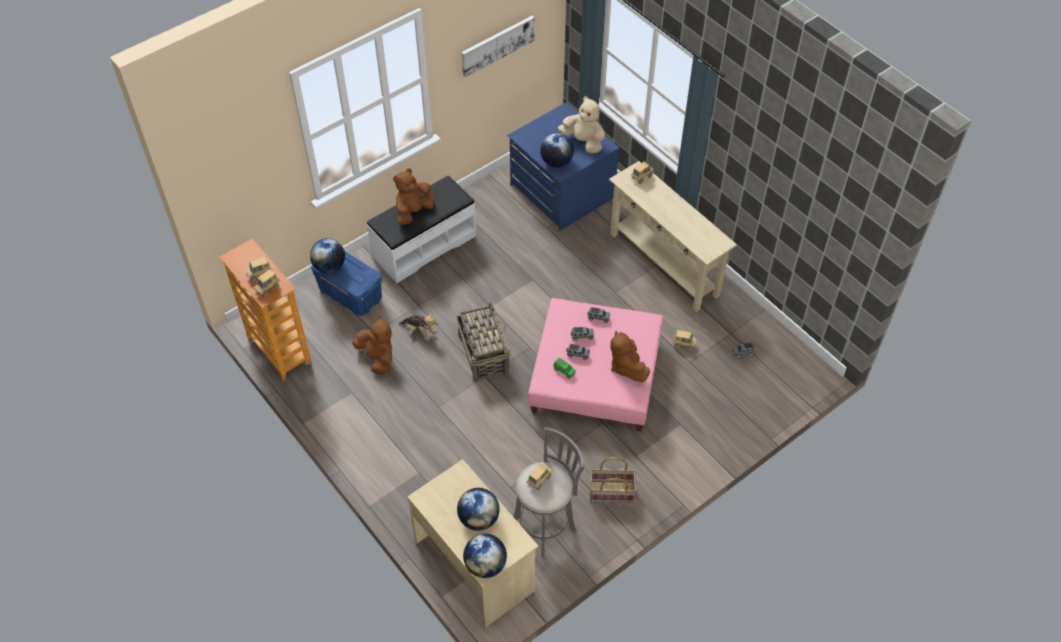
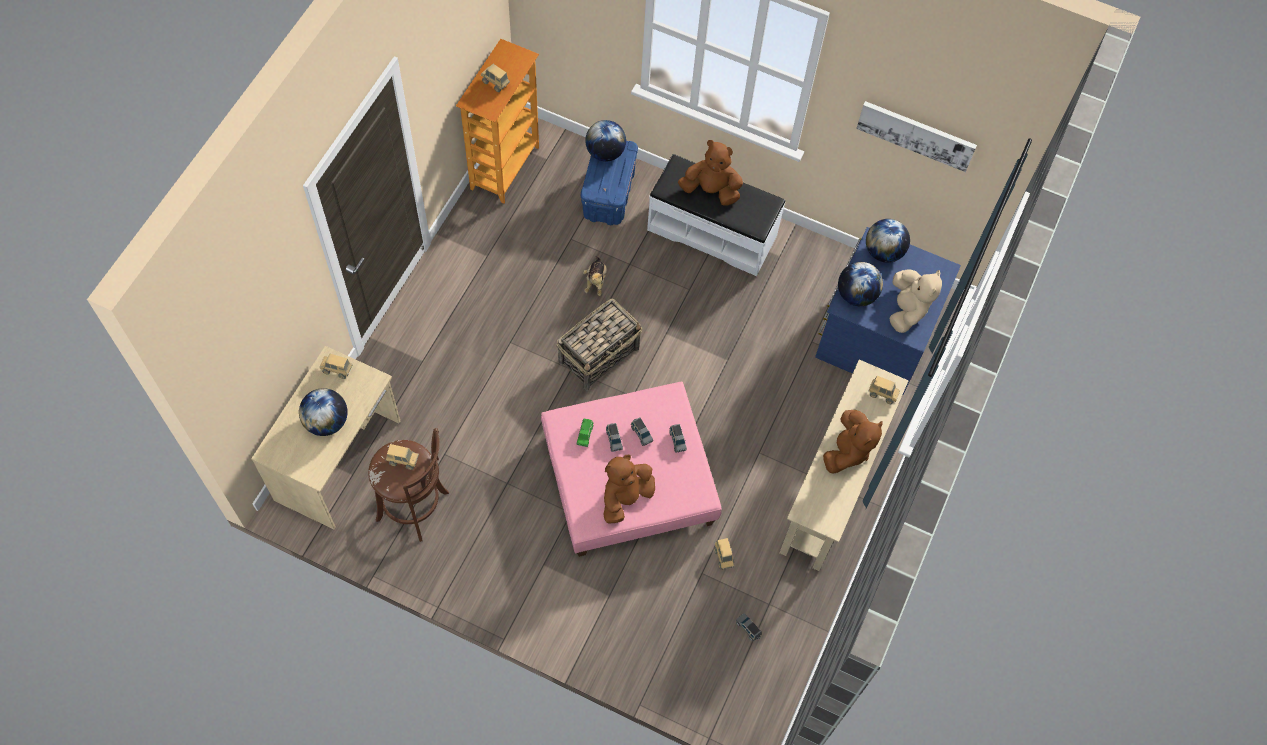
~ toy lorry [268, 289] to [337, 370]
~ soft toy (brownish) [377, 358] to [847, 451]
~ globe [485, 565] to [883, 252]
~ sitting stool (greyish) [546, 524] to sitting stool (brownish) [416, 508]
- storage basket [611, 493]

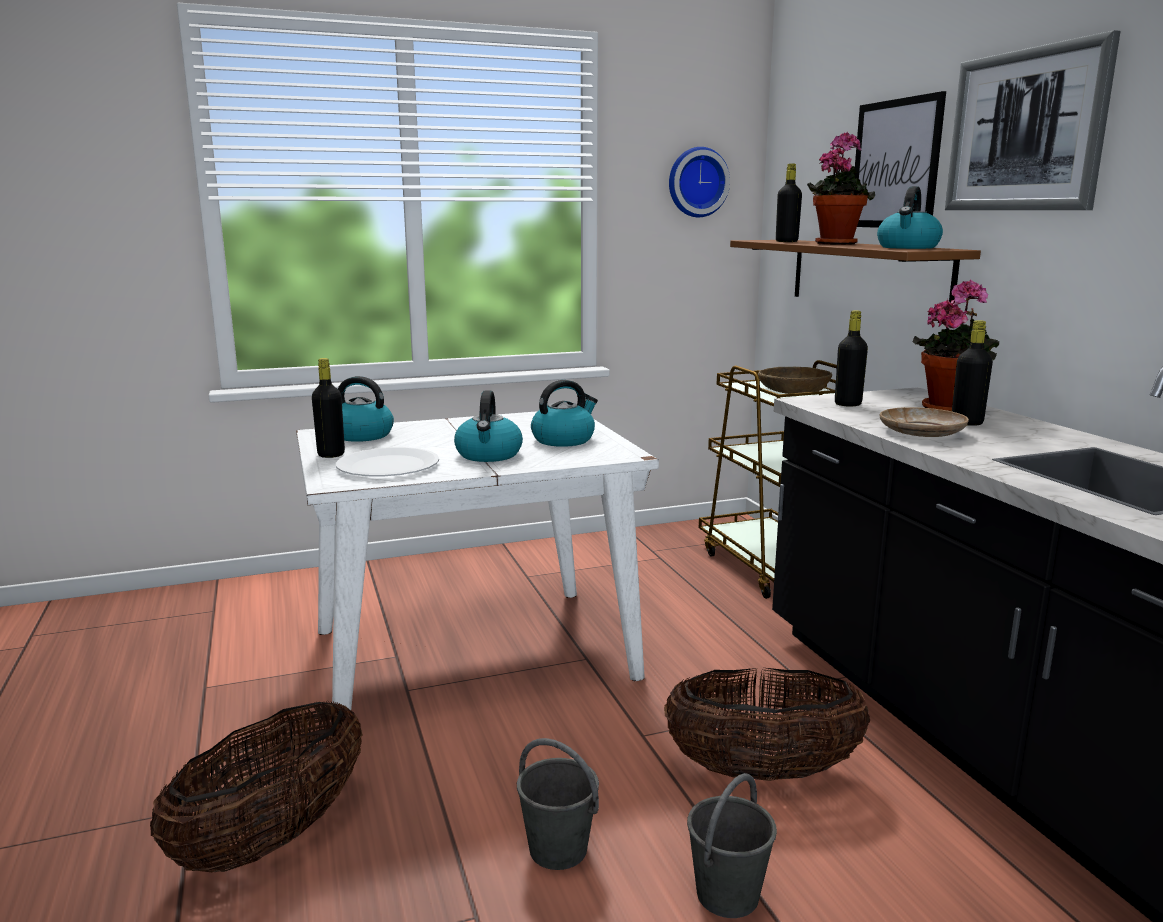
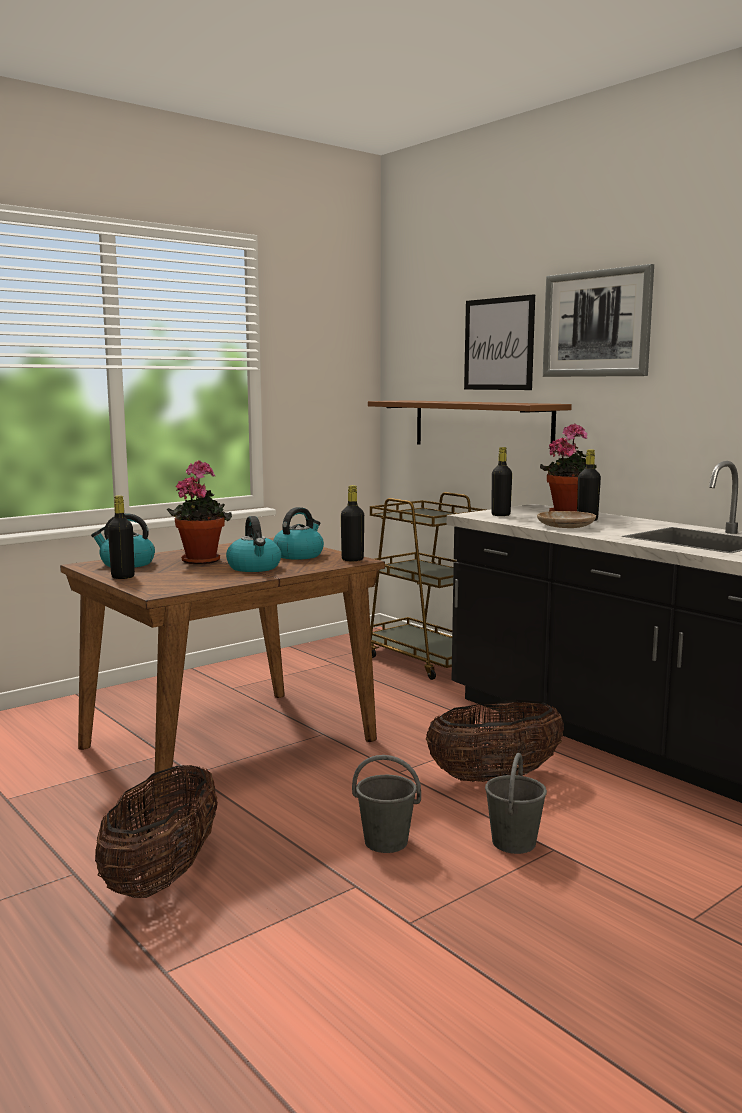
~ kitchen table (whitish) [475, 653] to kitchen table (brownish) [231, 743]
- dinner plate (whitish) [387, 466]
- clock on the wall [696, 182]
- deep dish (brownish) [793, 390]
~ bottle (black-coloured) [786, 241] to [352, 560]
~ potted plant [836, 244] to [201, 560]
- water kettle [908, 247]

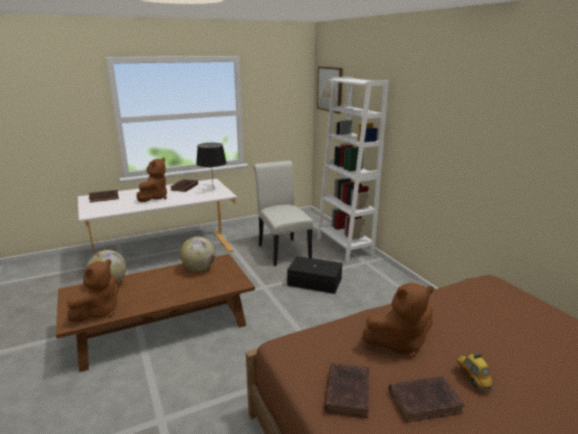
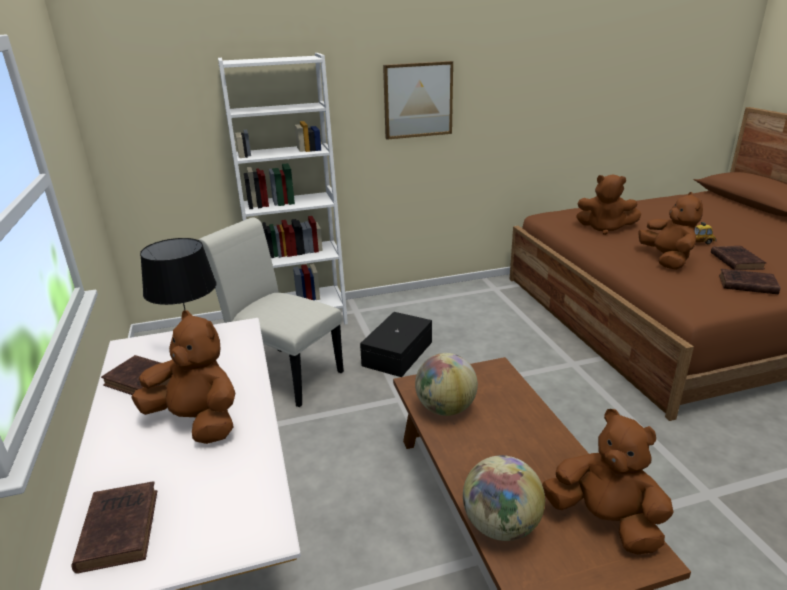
~ chair (whitish) [282, 250] = [283, 374] 45 degrees clockwise
~ wall art [330, 89] to [418, 100]
+ soft toy (brownish) [604, 228]

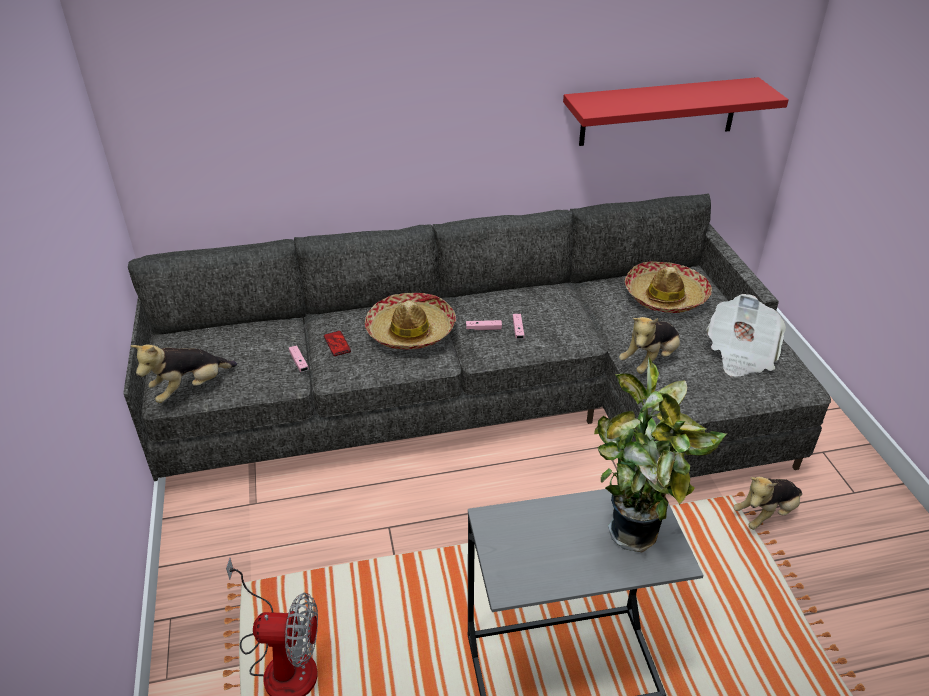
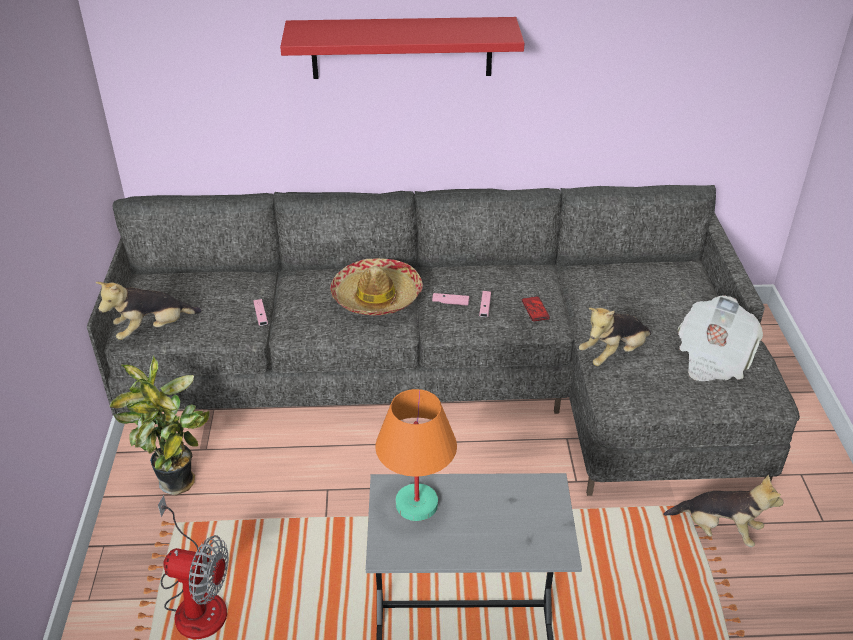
~ phone [337, 344] to [535, 309]
~ bracket shelf (red-coloured) [659, 112] to [402, 48]
~ potted plant [639, 536] to [179, 485]
- wearable hat [665, 296]
~ soft toy [766, 514] = [719, 530] 135 degrees counterclockwise
+ lamp for a table (orangey) [415, 504]

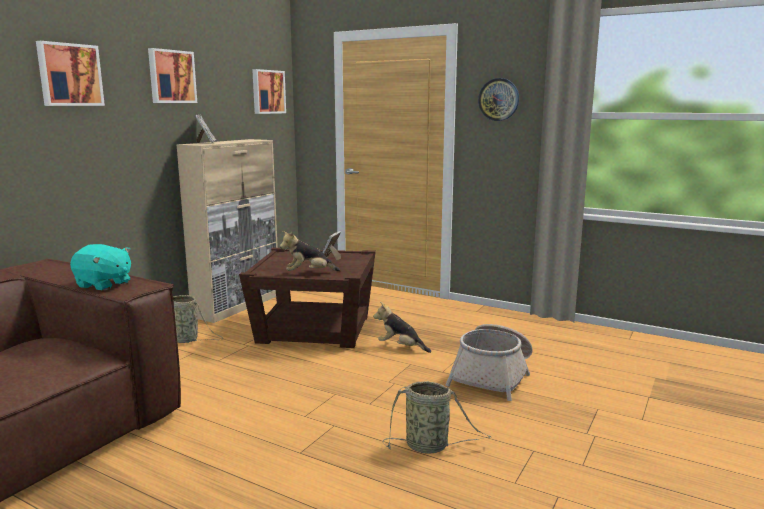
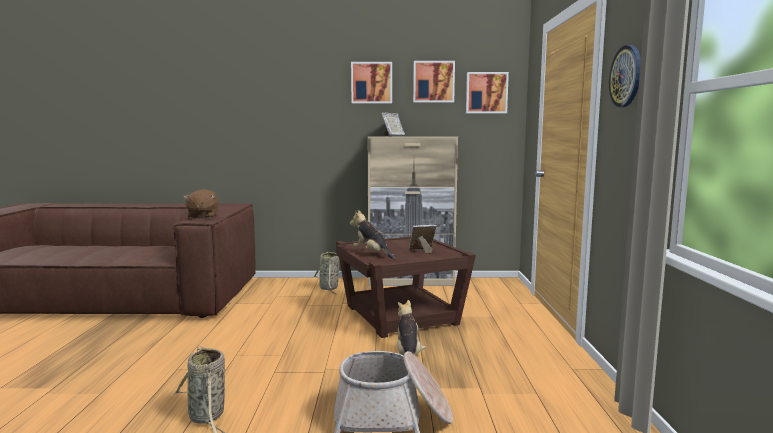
~ wall art [69, 75] to [433, 82]
~ soft toy (turquoise) [104, 284] to soft toy (brownish) [202, 216]

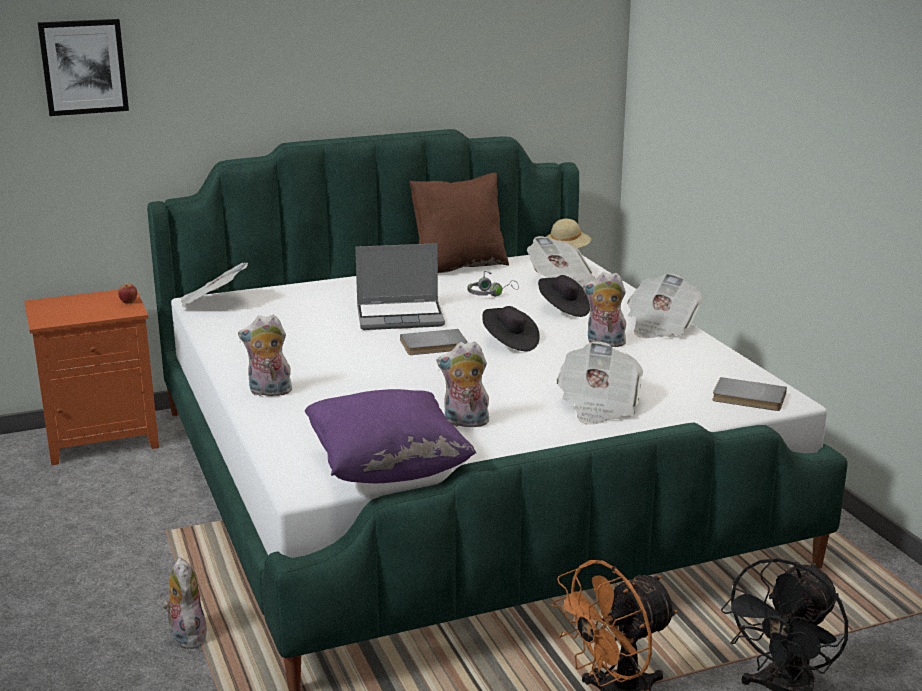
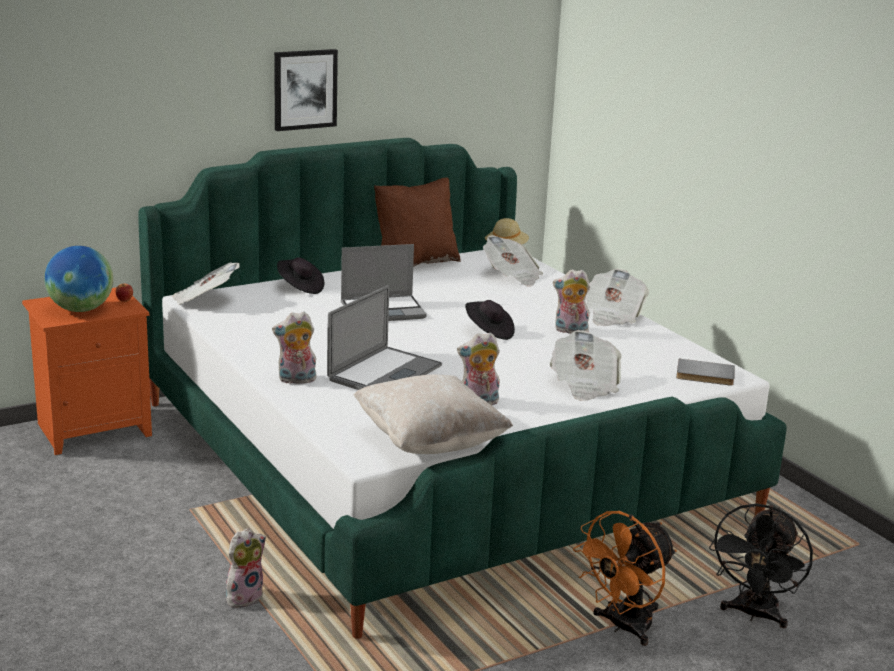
~ wall art [83, 67] to [305, 89]
~ soft toy [186, 636] = [244, 596] 75 degrees clockwise
~ pillow (purple-coloured) [387, 469] to pillow (beige) [429, 442]
- book (greyish) [434, 346]
- headset (greyish) [490, 294]
~ wearable hat (black-coloured) [563, 309] to [300, 288]
+ globe [80, 309]
+ notebook computer [385, 373]

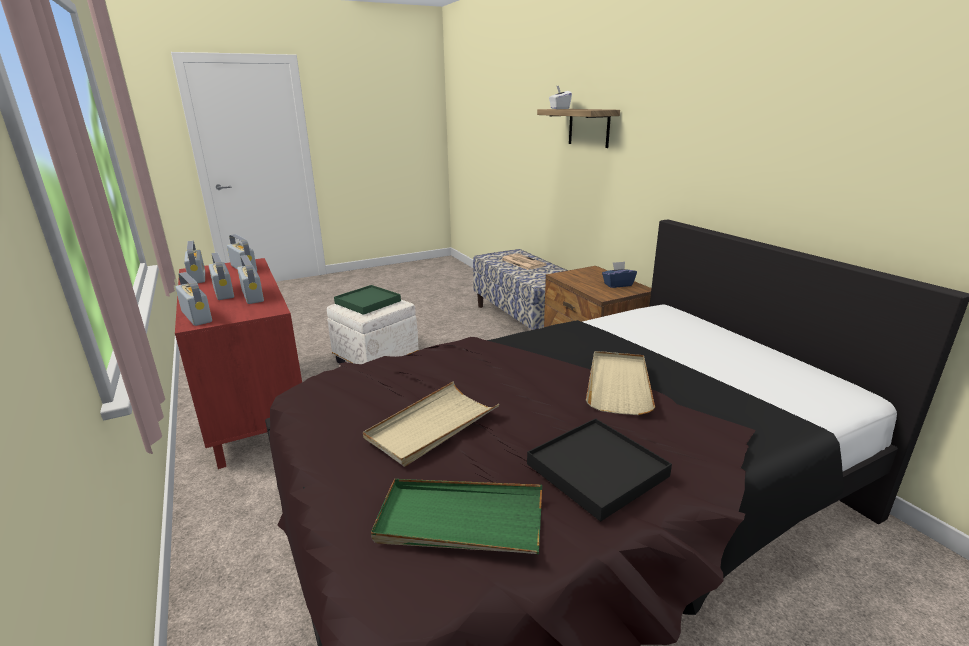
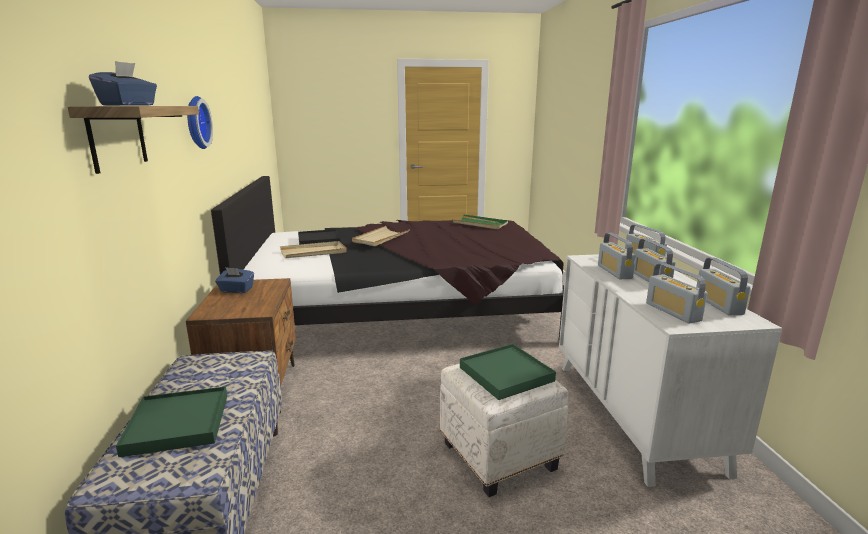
~ dresser (red-coloured) [254, 407] to dresser (whitish) [634, 414]
~ serving tray (beige) [432, 426] to [314, 252]
~ daily paper [522, 262] to serving tray (green) [178, 424]
~ serving tray (black-coloured) [597, 470] to [319, 240]
~ tissue holder (whitish) [559, 108] to tissue holder (bluish) [129, 105]
+ clock on the wall [195, 122]

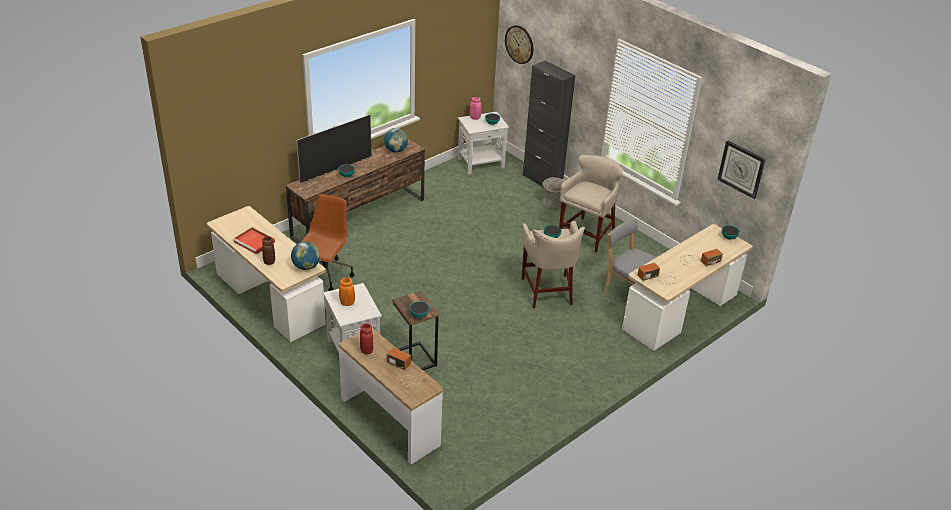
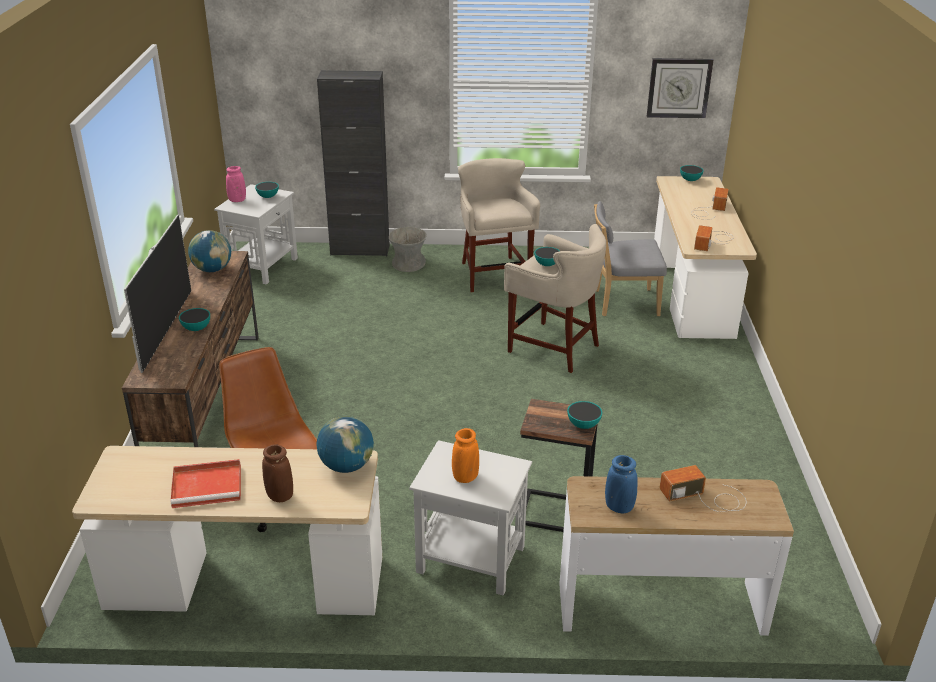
~ decorative vase (red-coloured) [366, 350] to decorative vase (bluish) [619, 507]
- clock on the wall [519, 44]

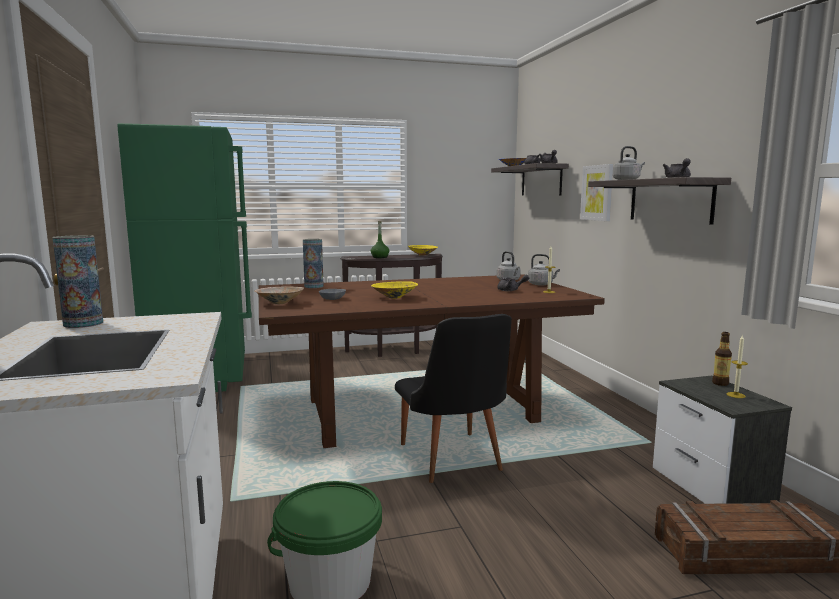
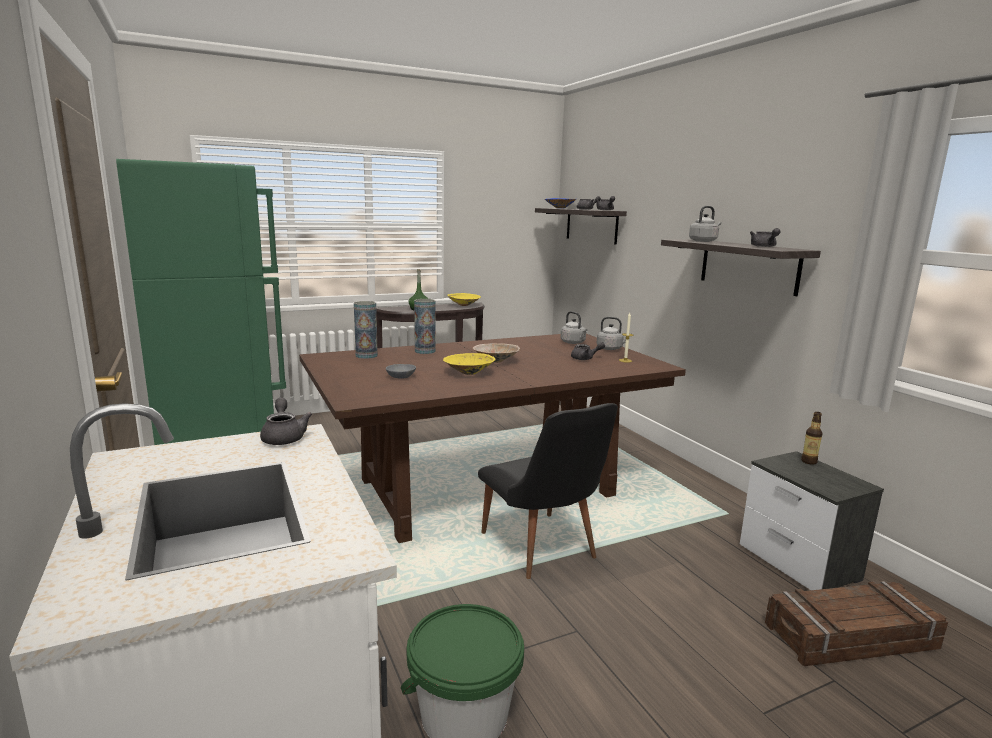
~ decorative vase [83, 324] to [425, 351]
~ deep dish (beige) [280, 303] to [495, 360]
- wall art [597, 193]
- wax light [735, 395]
+ tea pot (greyish) [284, 437]

